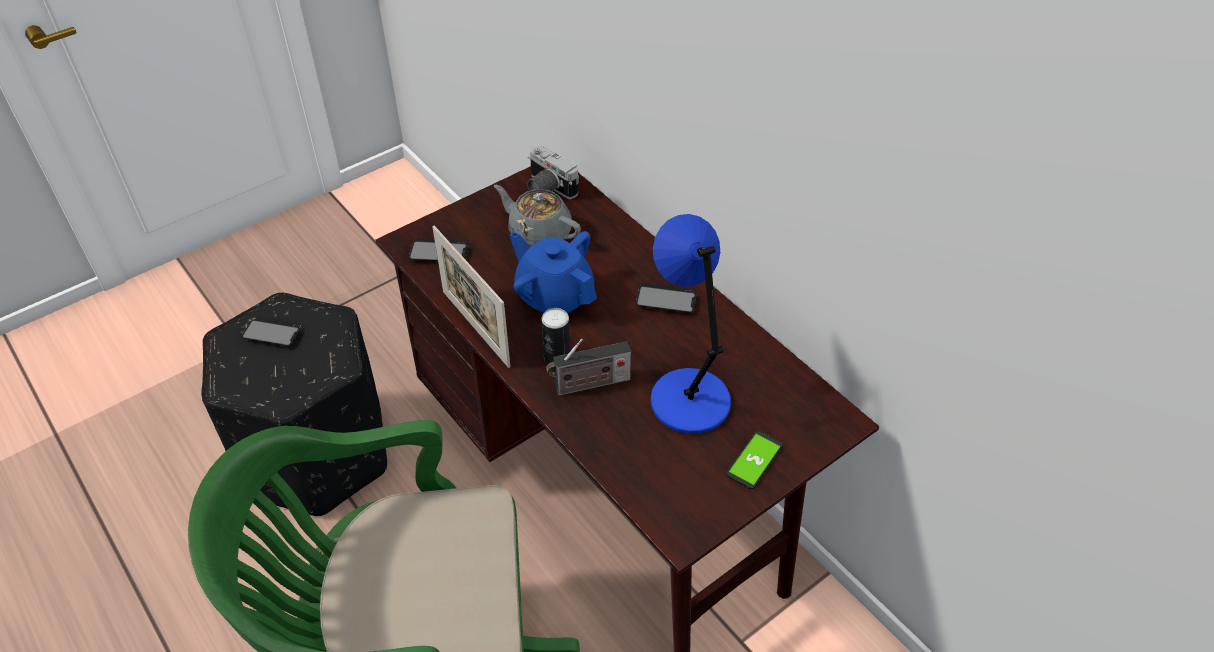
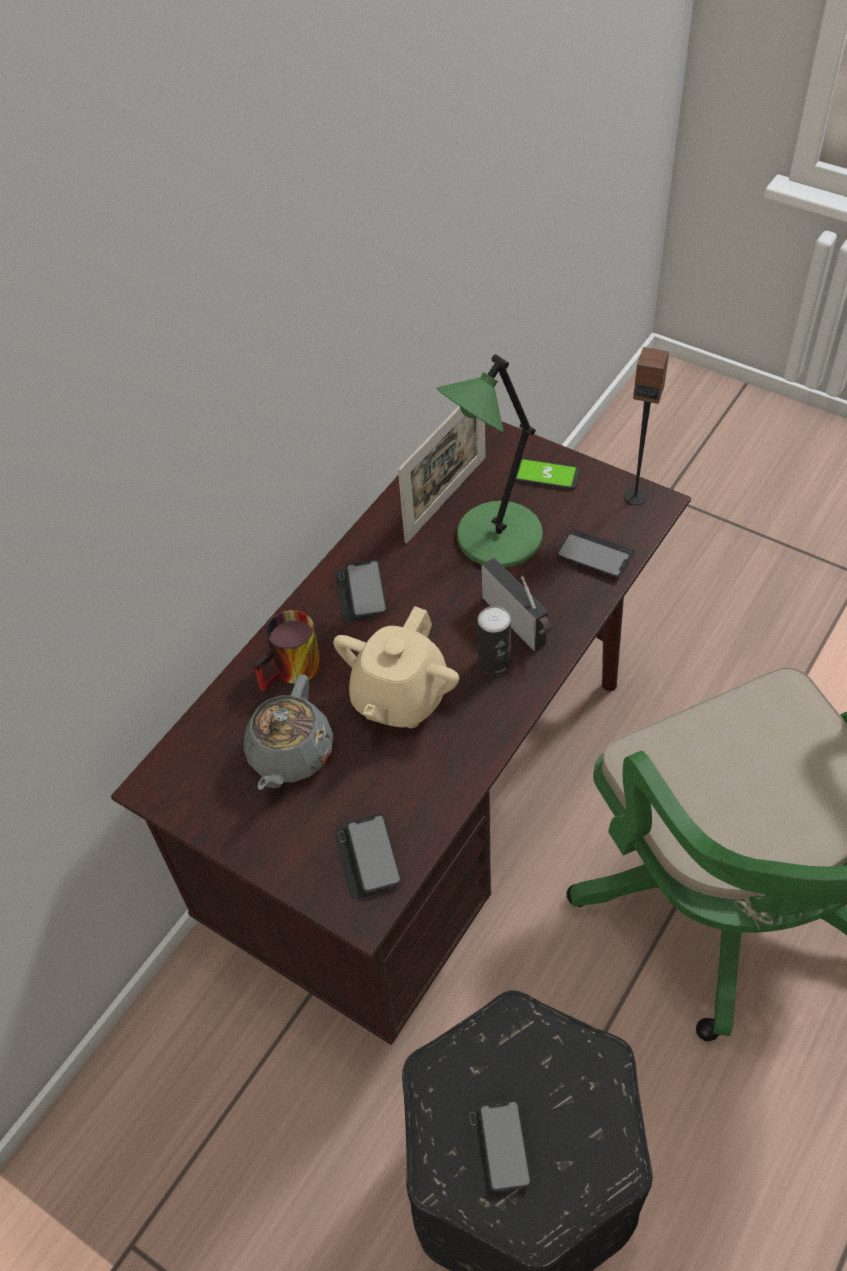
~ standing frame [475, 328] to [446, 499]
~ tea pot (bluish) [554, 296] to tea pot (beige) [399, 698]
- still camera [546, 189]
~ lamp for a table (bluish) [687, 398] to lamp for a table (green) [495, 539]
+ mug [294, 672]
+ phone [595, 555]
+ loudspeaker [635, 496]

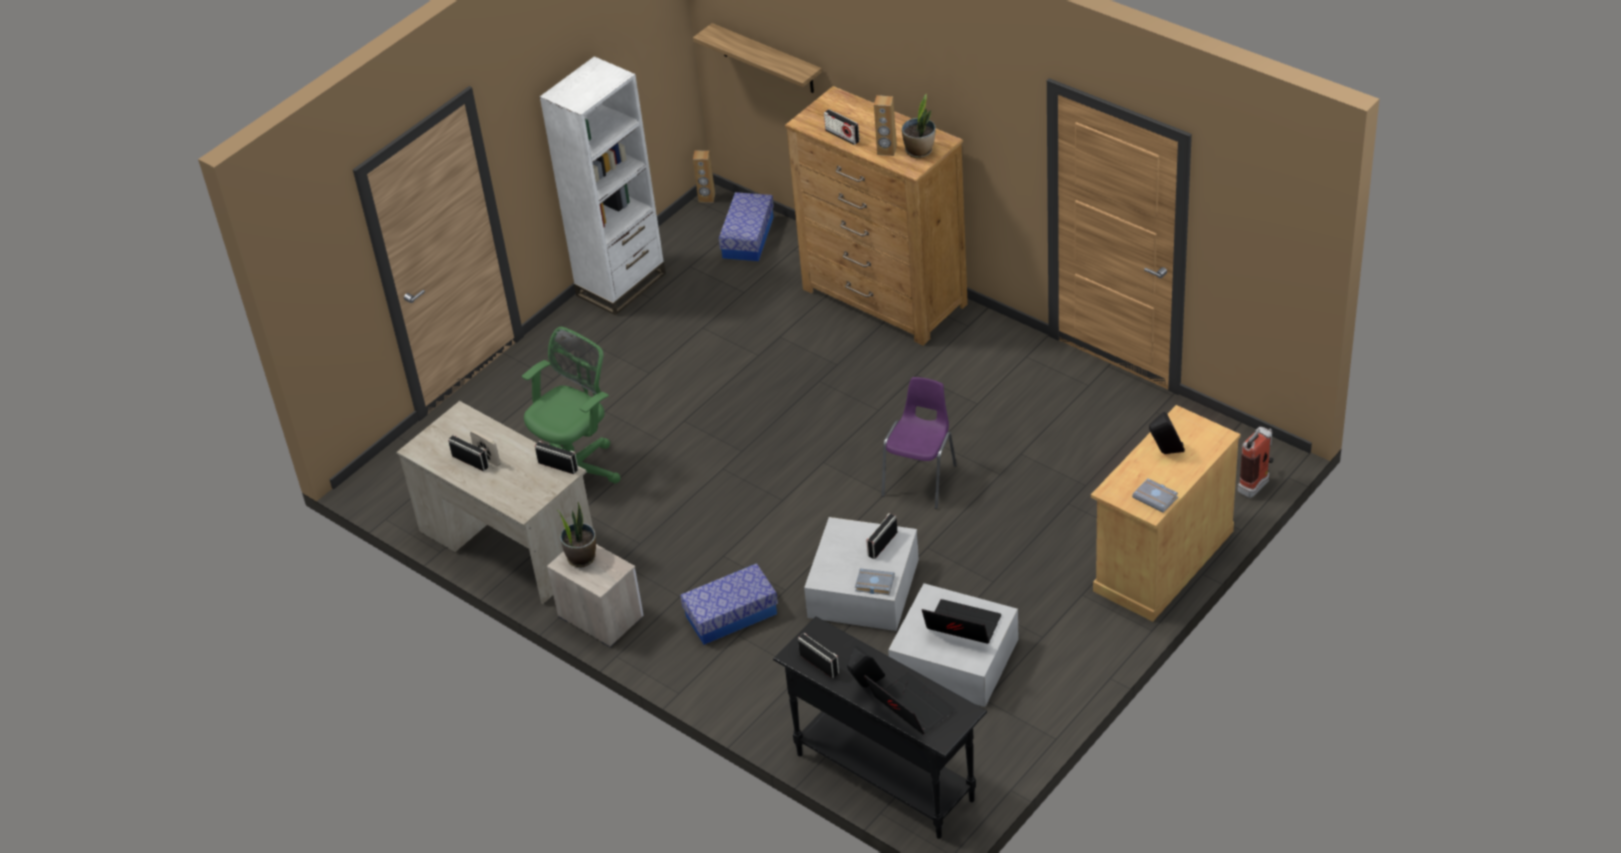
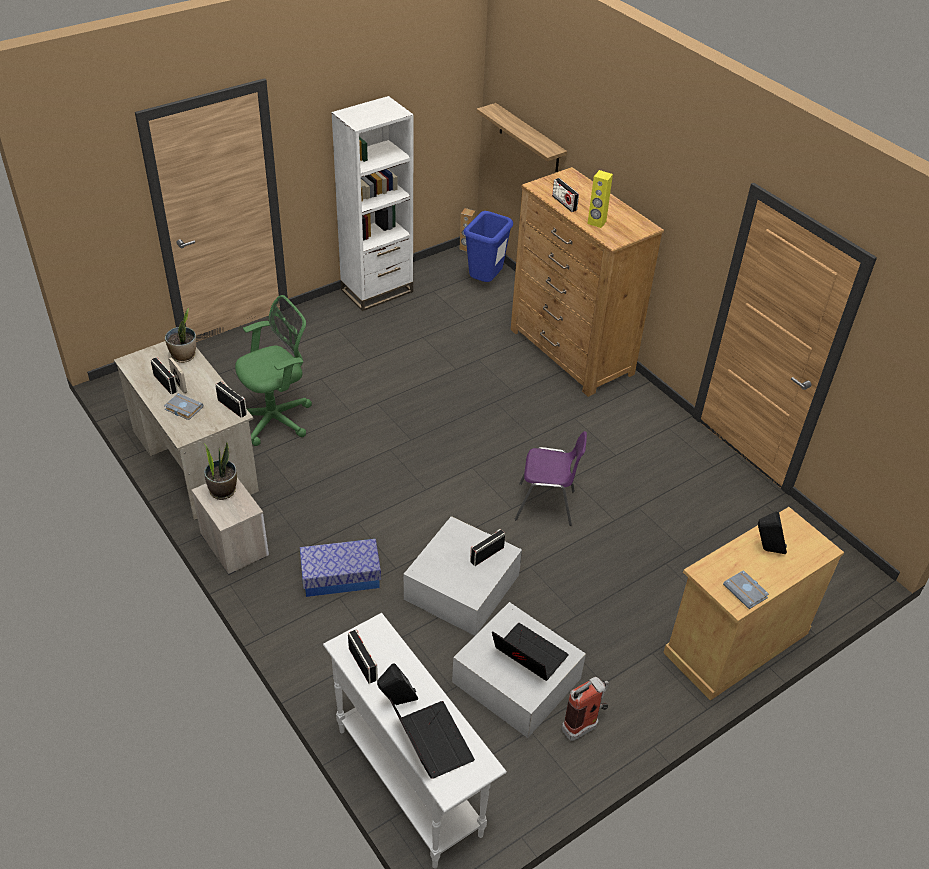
~ storage bin [748, 237] to trash can (bluish) [485, 282]
~ hall table (black-coloured) [884, 776] to hall table (whitish) [409, 780]
~ book (greyish) [873, 584] to [182, 409]
~ loudspeaker (brownish) [886, 150] to loudspeaker (yellowish) [596, 222]
~ chair (purple-coloured) [921, 479] = [546, 505] 60 degrees clockwise
~ potted plant [919, 151] to [184, 356]
~ extinguisher [1257, 483] to [585, 725]

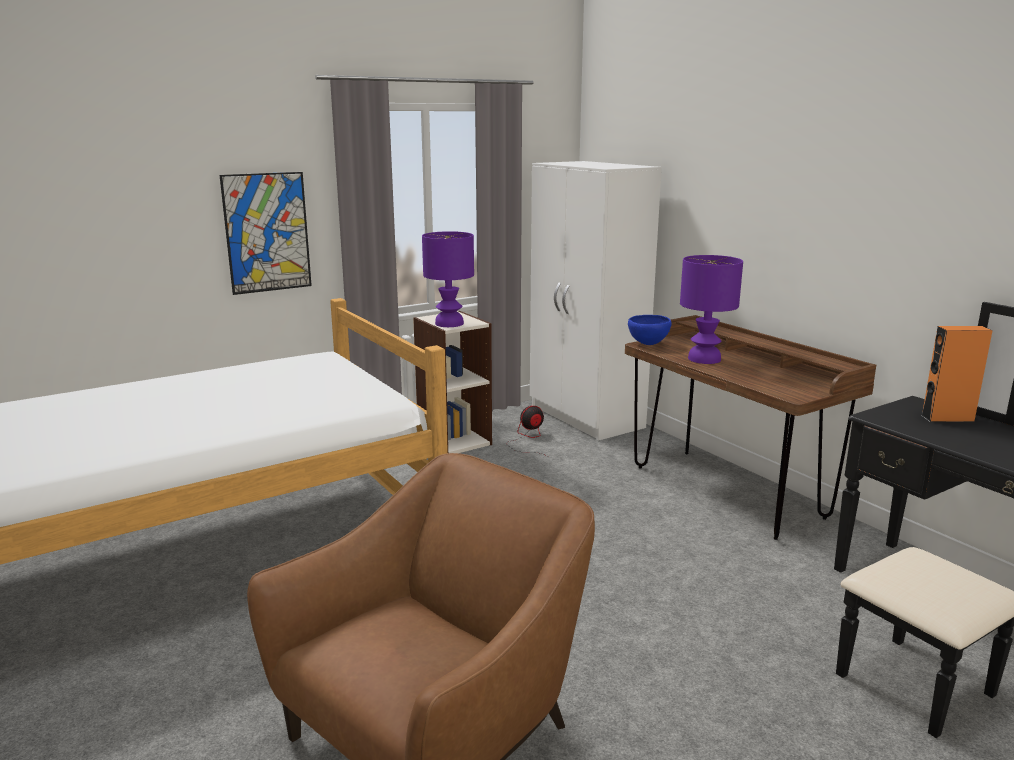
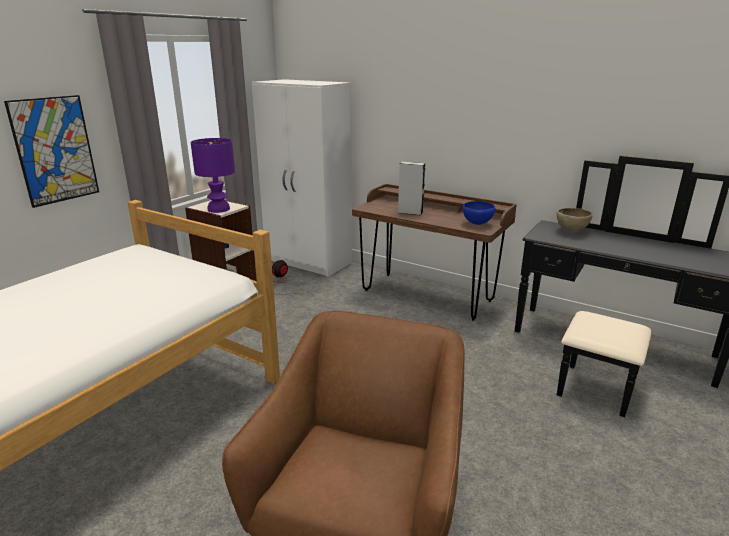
~ deep dish (bluish) [648, 344] to [477, 224]
~ lamp for a table (purple-coloured) [704, 359] to loudspeaker (greyish) [410, 212]
~ loudspeaker (orangey) [947, 418] to deep dish (brownish) [571, 231]

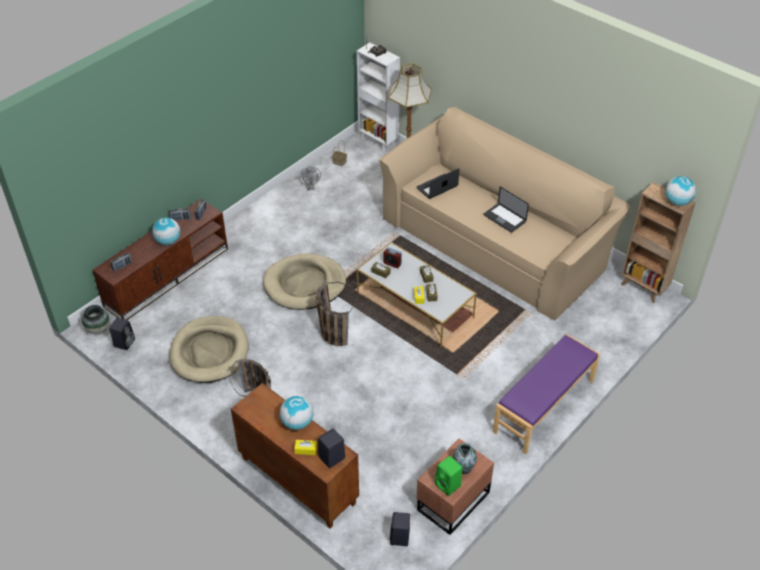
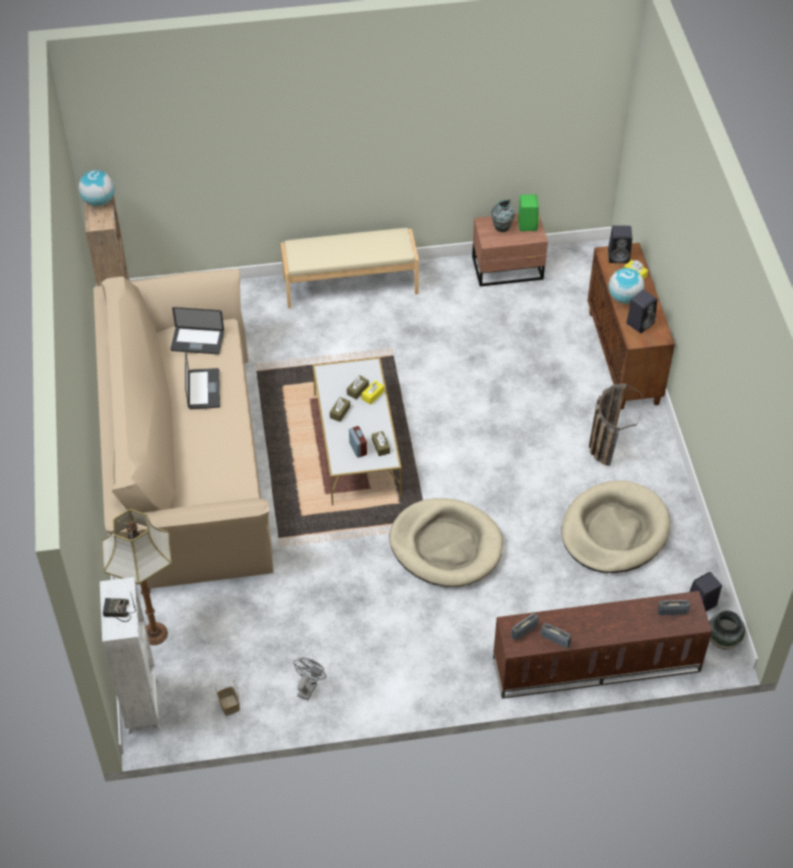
- globe [168, 241]
- storage basket [331, 331]
~ loudspeaker (black-coloured) [400, 538] to [640, 323]
~ notebook computer [437, 187] to [197, 341]
~ bench (purple-coloured) [544, 406] to bench (beige) [350, 285]

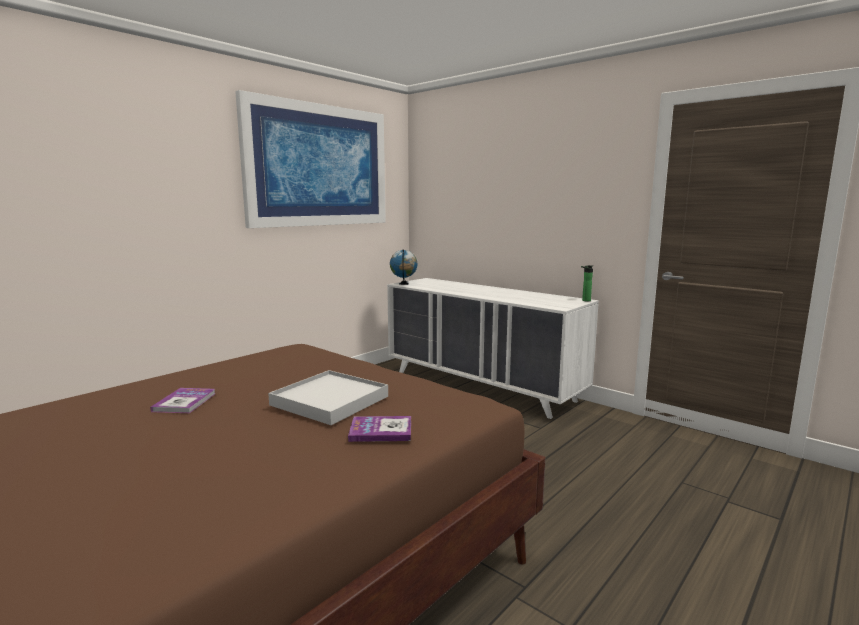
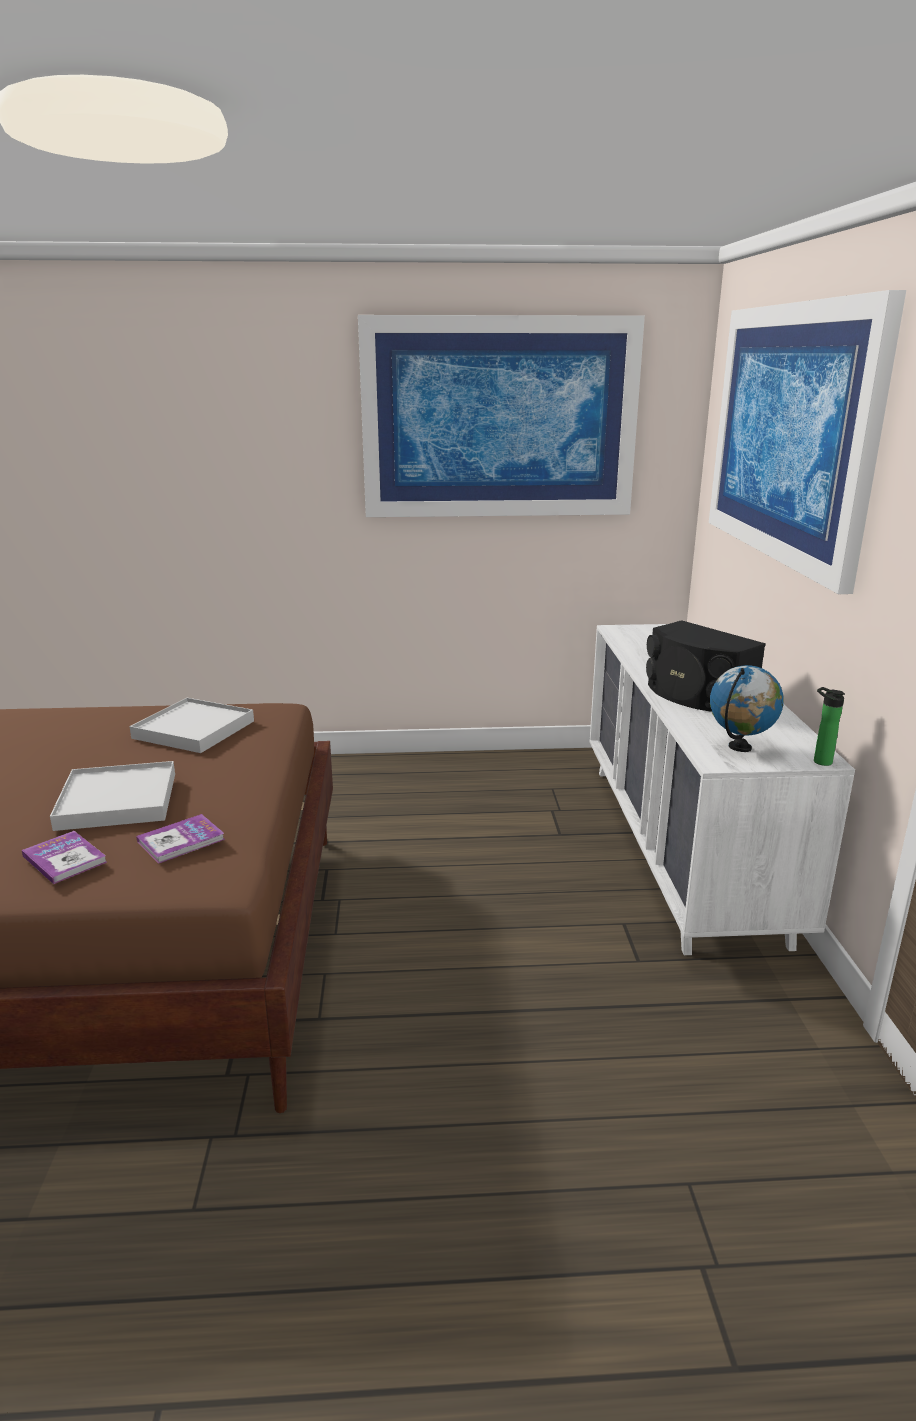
~ book [184, 402] to [181, 840]
~ globe [404, 284] to [740, 747]
+ serving tray (whitish) [194, 729]
+ loudspeaker (black-coloured) [696, 695]
+ wall art [790, 433]

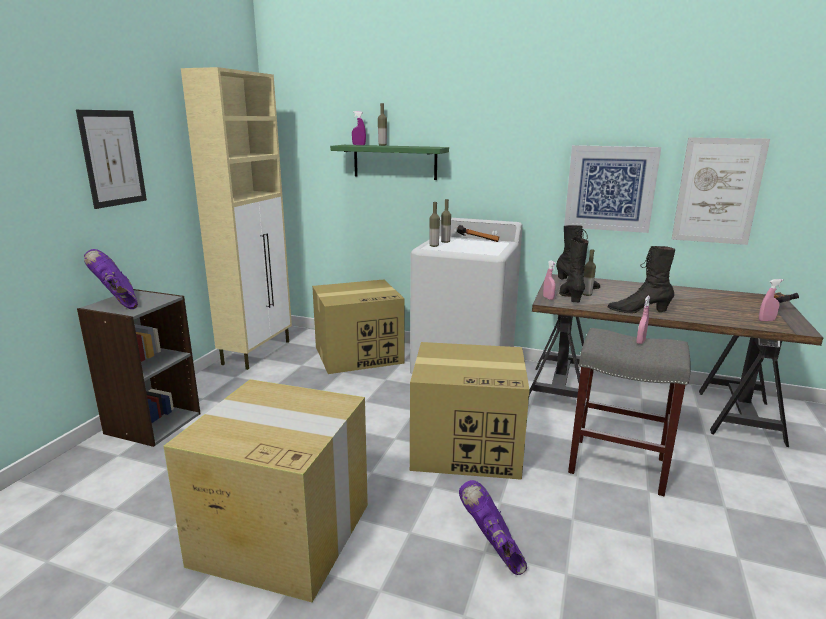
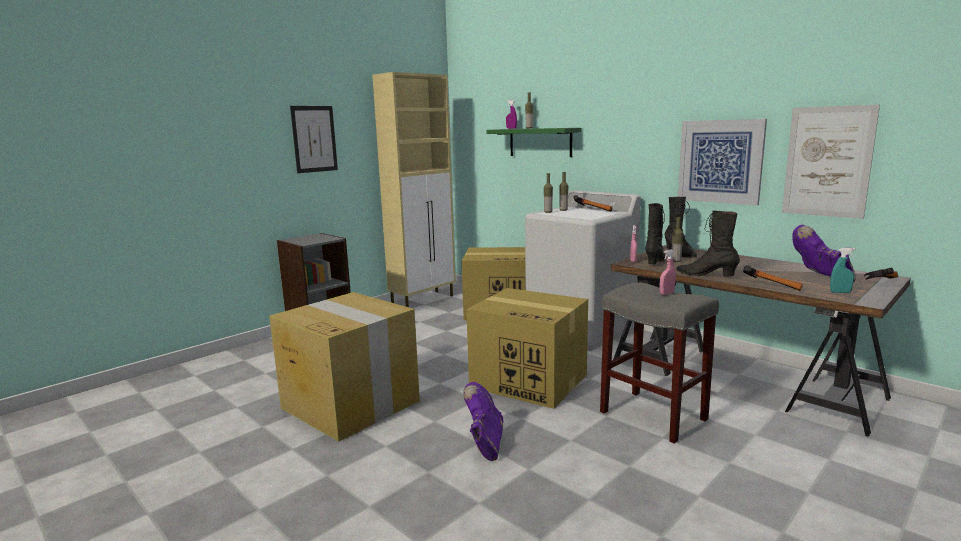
~ high-top boot (purple-coloured) [118, 303] to [821, 277]
~ sprayer (pink) [766, 320] to sprayer (turquoise) [840, 292]
+ tool hammer [771, 286]

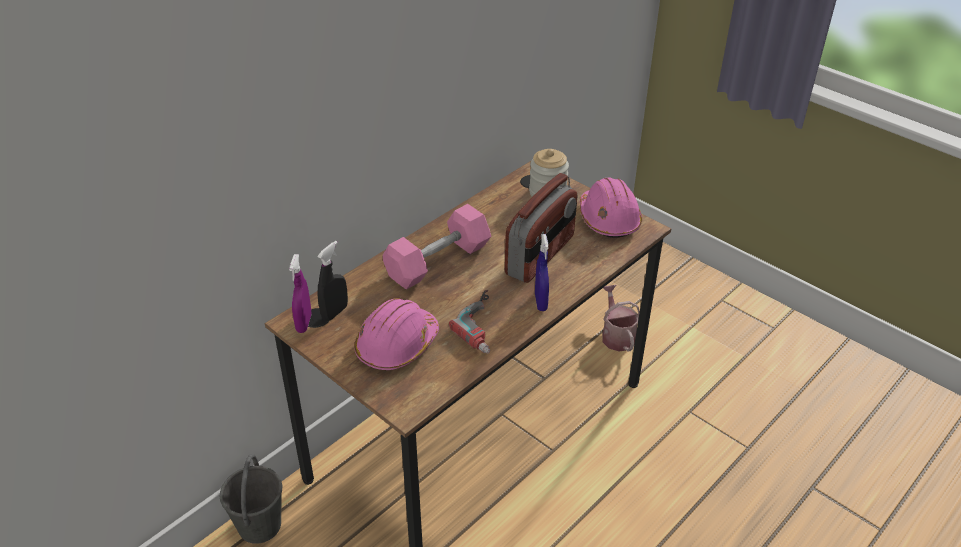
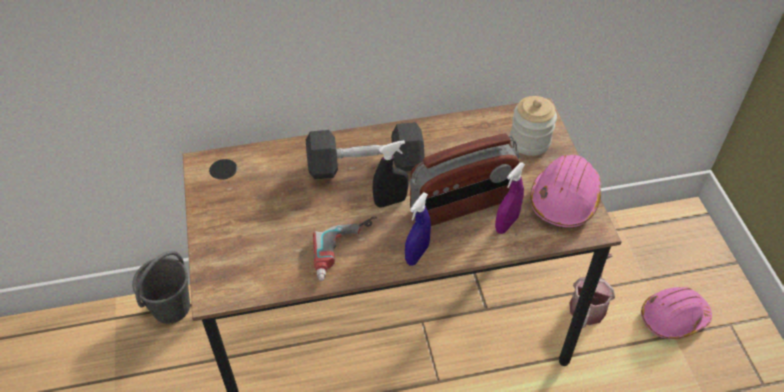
~ sprayer (purple-coloured) [304, 323] to [506, 224]
~ sprayer (black-coloured) [335, 312] to [390, 201]
~ work helmet (pink) [397, 345] to [673, 318]
~ hand weight (pink) [438, 261] to hand weight (greyish) [365, 165]

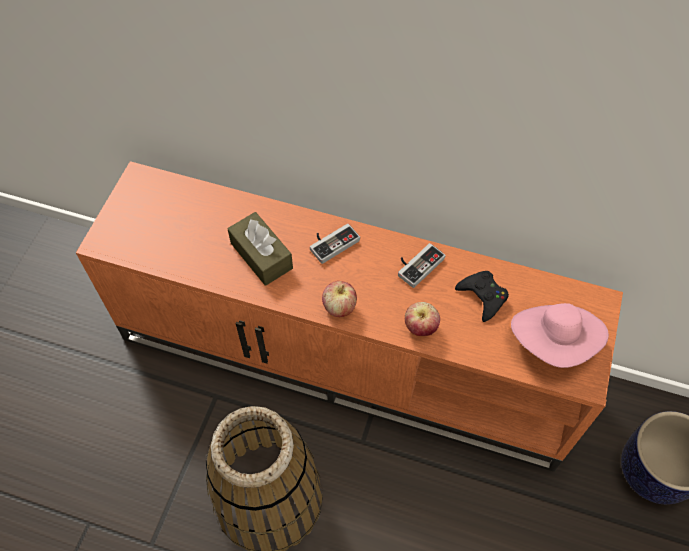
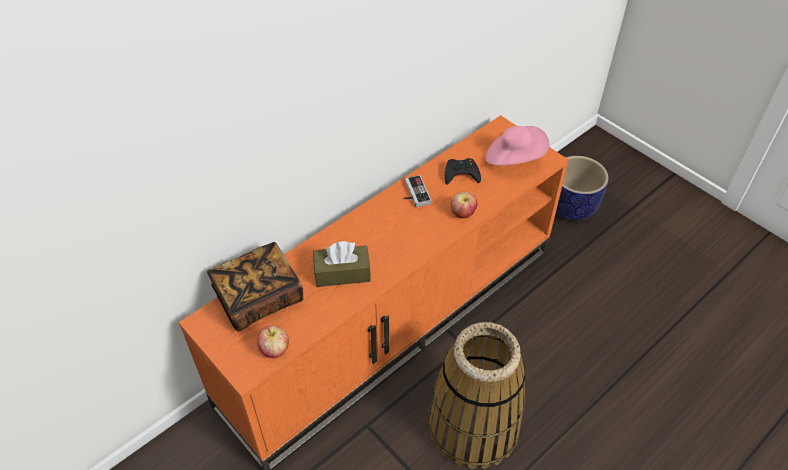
- gamepad [332, 242]
~ apple [339, 307] to [275, 350]
+ book [259, 298]

